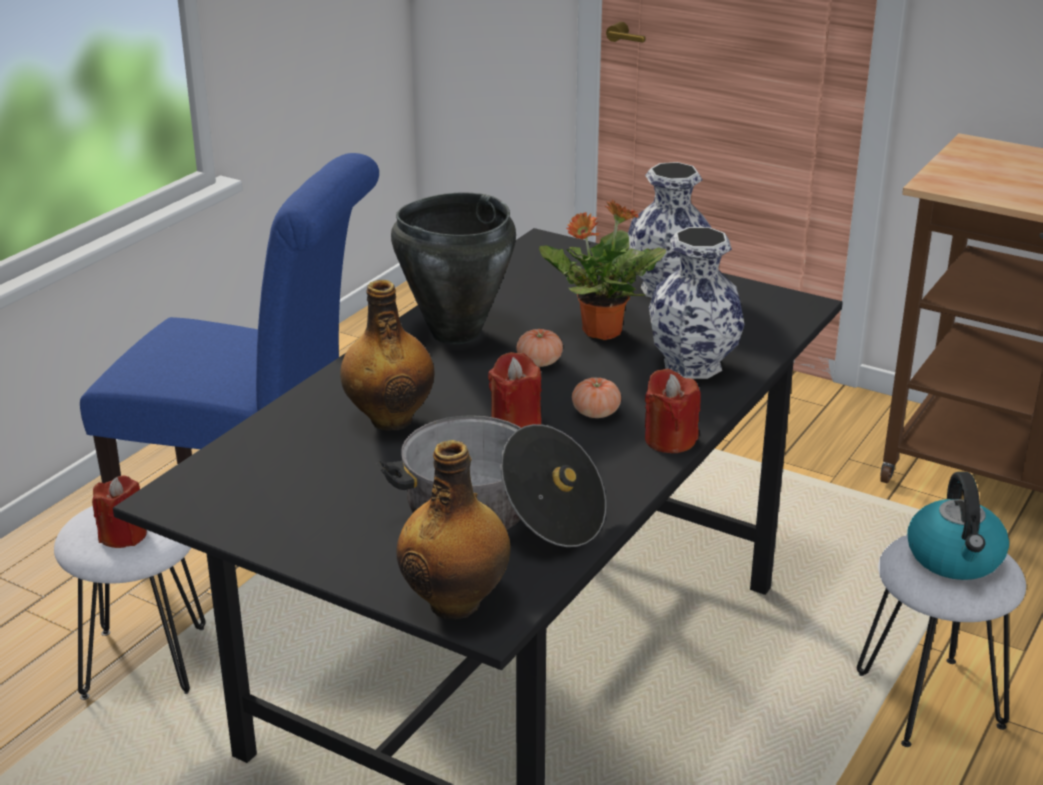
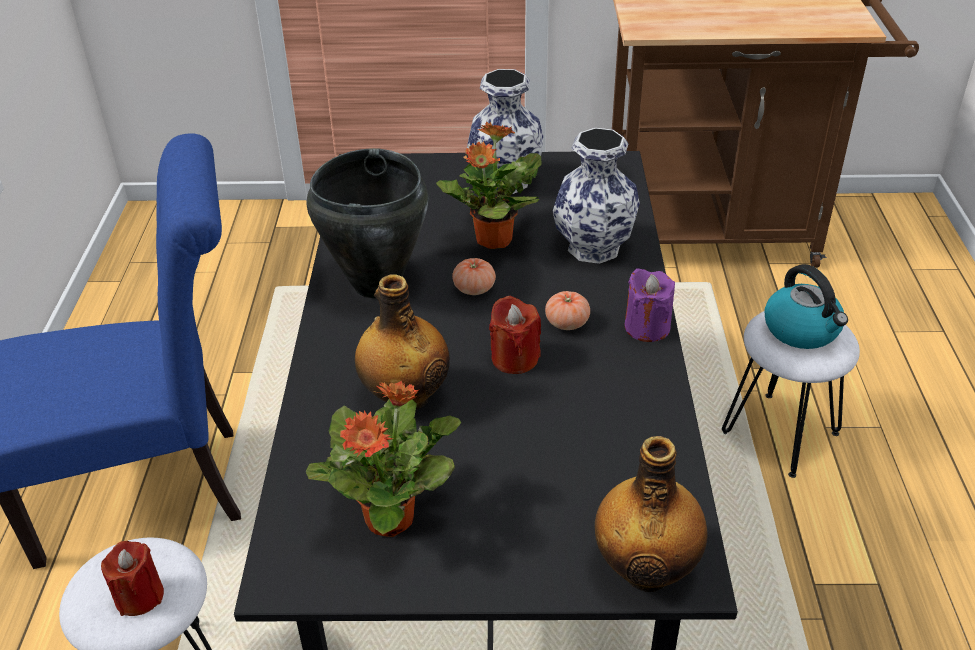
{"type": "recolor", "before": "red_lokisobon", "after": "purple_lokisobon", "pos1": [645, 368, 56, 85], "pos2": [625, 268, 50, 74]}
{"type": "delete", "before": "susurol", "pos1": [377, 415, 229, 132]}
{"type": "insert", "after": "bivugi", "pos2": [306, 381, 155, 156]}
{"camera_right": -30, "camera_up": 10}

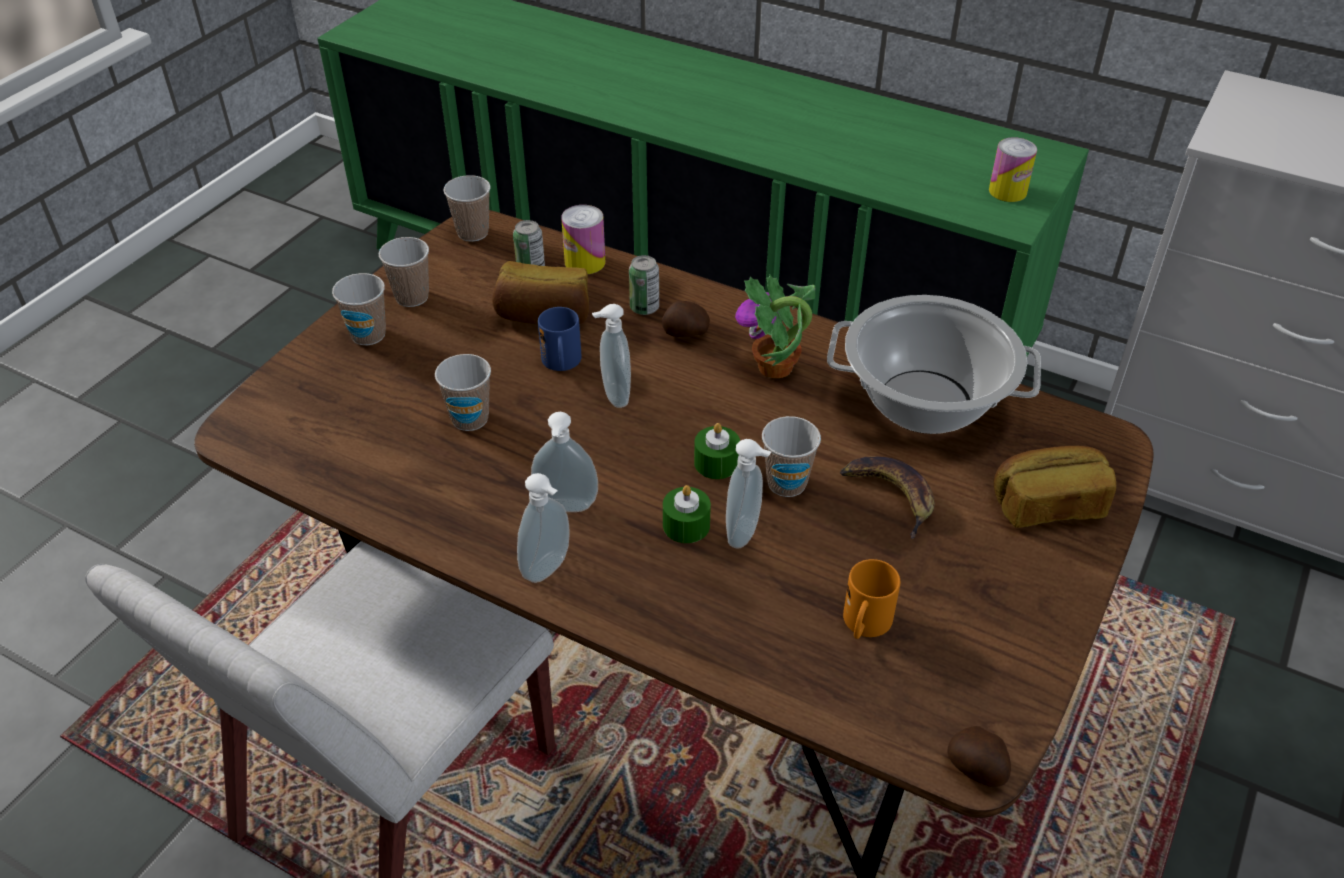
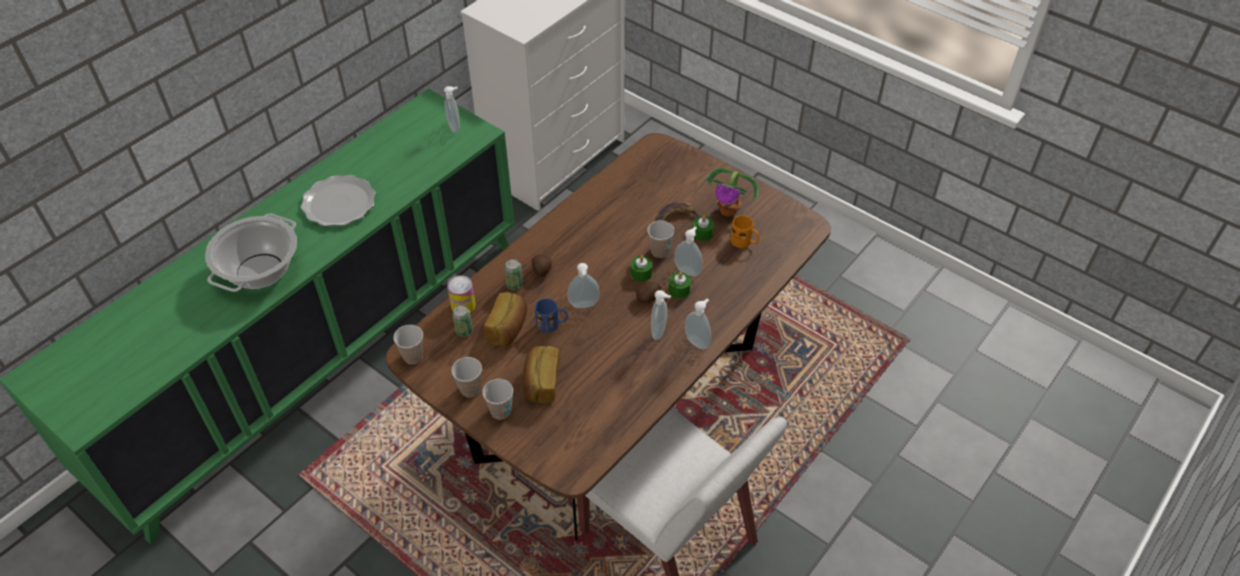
{"type": "replace", "before": "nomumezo", "after": "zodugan", "pos1": [989, 137, 48, 65], "pos2": [444, 86, 16, 47]}
{"type": "move", "before": "bivugi", "pos1": [735, 275, 80, 103], "pos2": [703, 168, 56, 48]}
{"type": "move", "before": "susurol", "pos1": [827, 295, 214, 139], "pos2": [205, 213, 92, 79]}
{"type": "delete", "before": "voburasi", "pos1": [435, 354, 56, 77]}
{"type": "move", "before": "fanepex", "pos1": [994, 446, 122, 82], "pos2": [523, 346, 36, 57]}
{"type": "move", "before": "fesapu", "pos1": [948, 726, 63, 61], "pos2": [636, 282, 25, 21]}
{"type": "insert", "after": "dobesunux", "pos2": [301, 175, 75, 51]}
{"type": "insert", "after": "green_lokisobon", "pos2": [692, 215, 22, 26]}
{"camera_right": -80, "camera_up": 5}

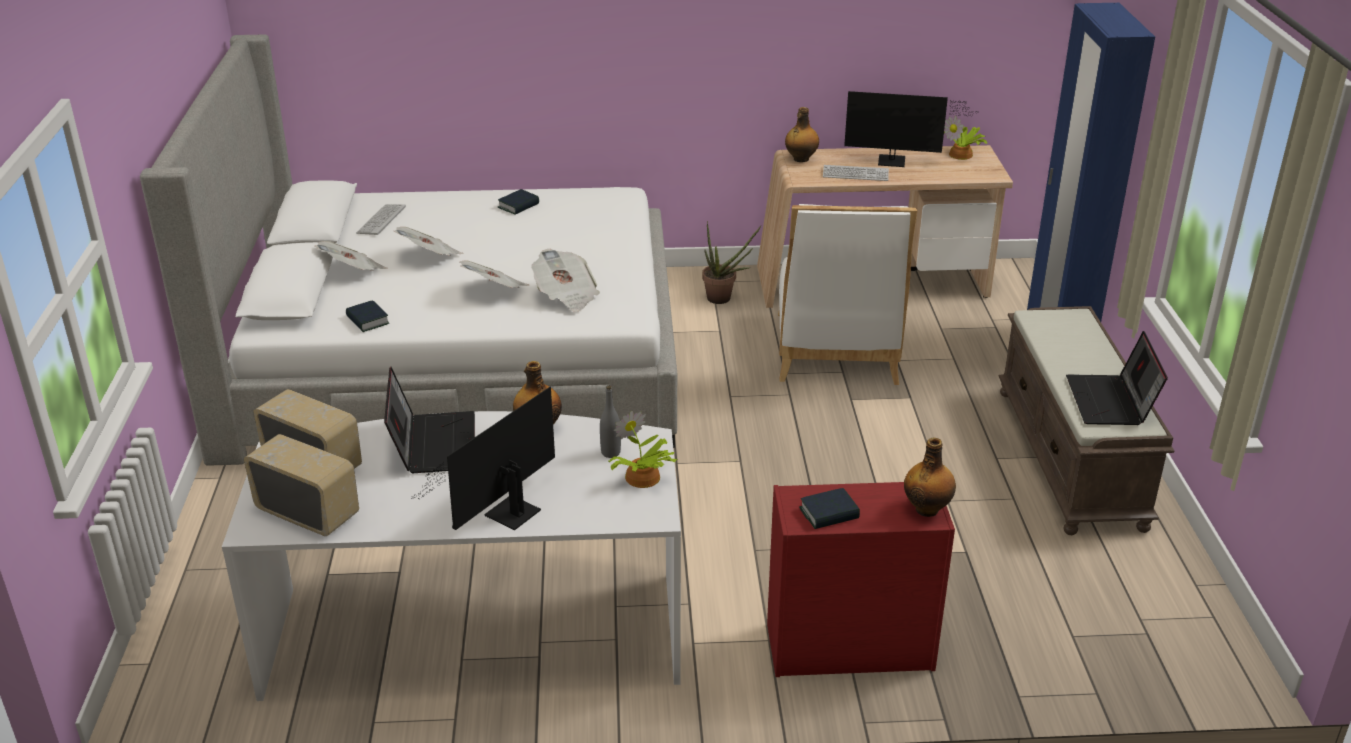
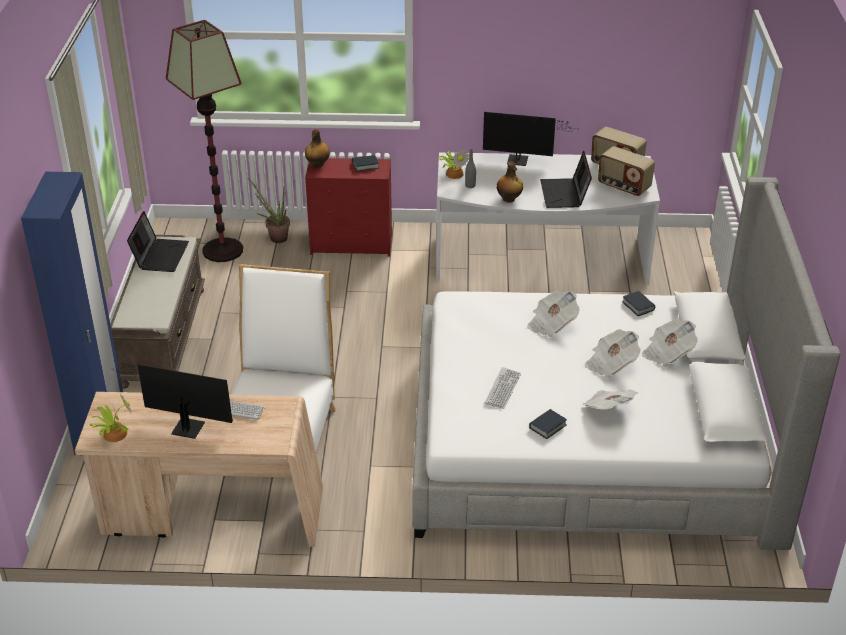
{"type": "delete", "before": "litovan", "pos1": [785, 107, 34, 55]}
{"type": "move", "before": "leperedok", "pos1": [356, 204, 50, 31], "pos2": [485, 367, 36, 42]}
{"type": "move", "before": "bivugi", "pos1": [702, 221, 59, 83], "pos2": [249, 178, 41, 65]}
{"type": "move", "before": "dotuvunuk", "pos1": [531, 249, 69, 63], "pos2": [582, 390, 57, 19]}
{"type": "rotate", "before": "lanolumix", "pos1": [411, 387, 144, 144], "pos2": [483, 112, 95, 54], "turn": 60}
{"type": "insert", "after": "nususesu", "pos2": [166, 20, 77, 242]}
{"camera_right": -175, "camera_up": 5}

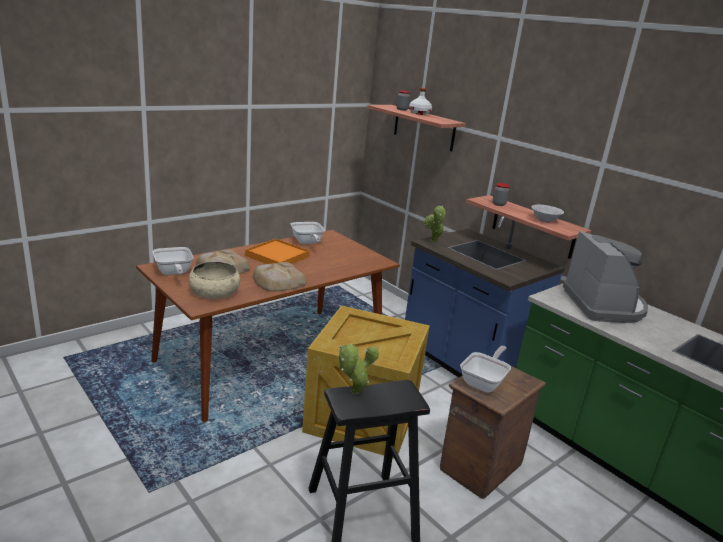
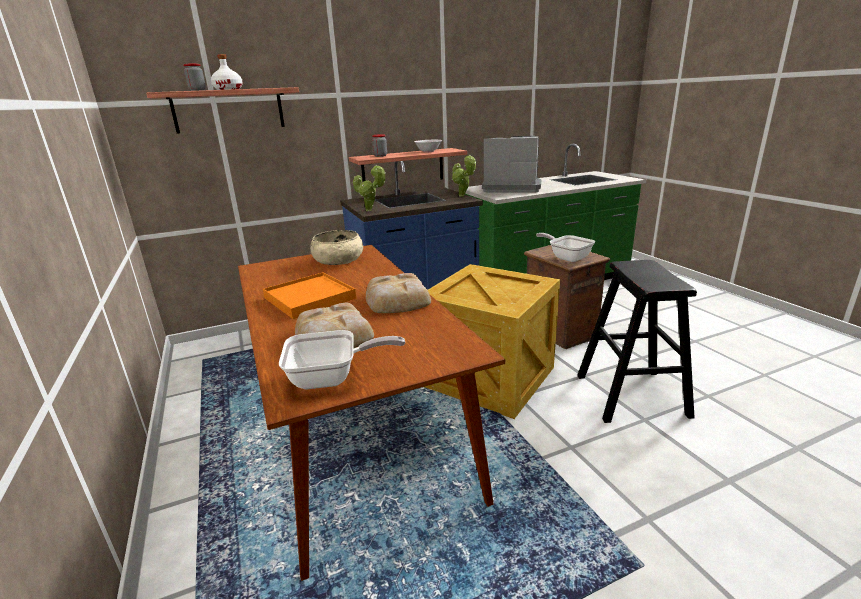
{"type": "delete", "before": "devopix", "pos1": [291, 222, 34, 22]}
{"type": "move", "before": "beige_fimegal", "pos1": [189, 262, 51, 37], "pos2": [310, 230, 53, 35]}
{"type": "move", "before": "bivugi", "pos1": [339, 344, 40, 50], "pos2": [452, 155, 24, 42]}
{"camera_right": -70, "camera_up": 0}

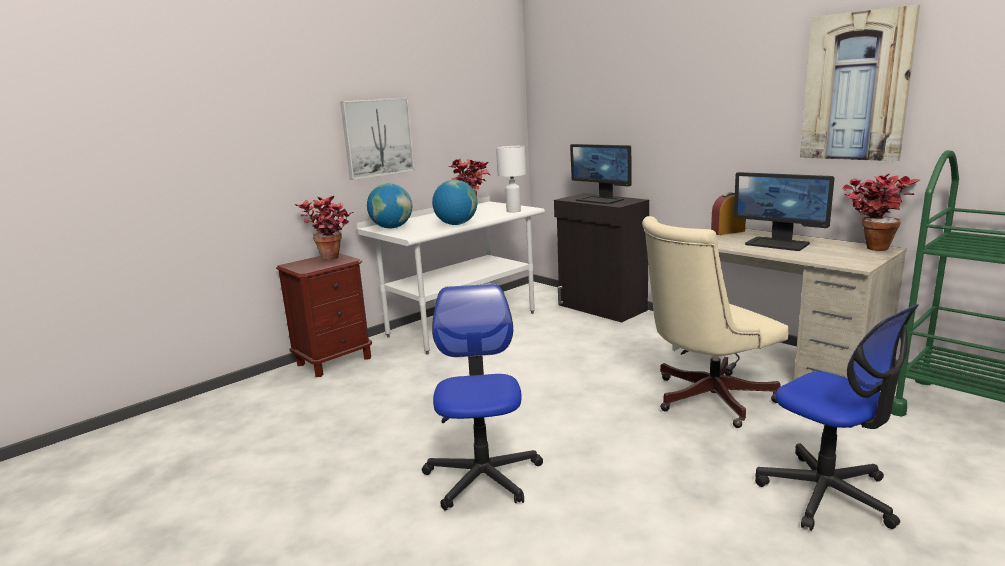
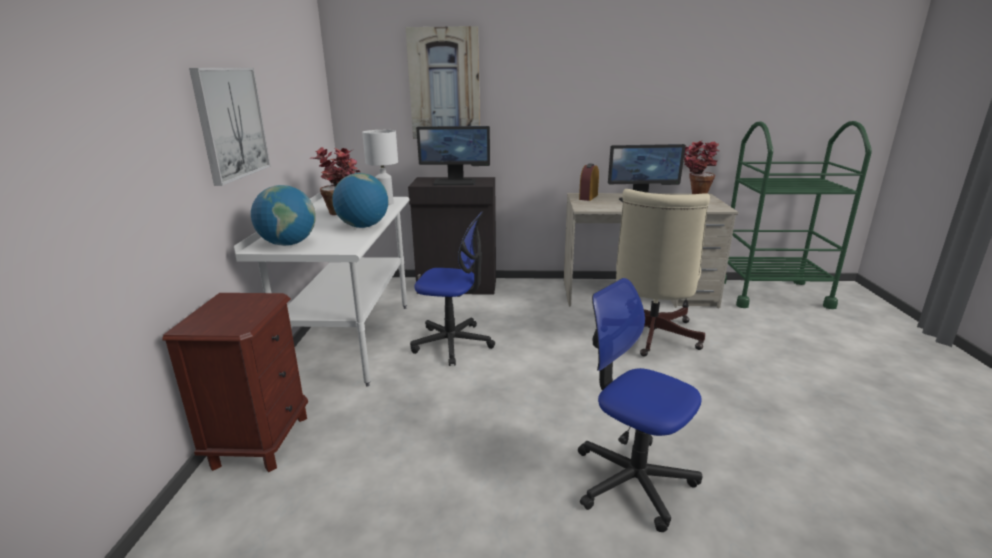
{"type": "move", "before": "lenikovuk", "pos1": [800, 5, 120, 156], "pos2": [406, 26, 74, 113]}
{"type": "delete", "before": "bivugi", "pos1": [295, 196, 59, 64]}
{"type": "move", "before": "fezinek", "pos1": [755, 304, 164, 227], "pos2": [410, 211, 85, 155]}
{"camera_right": -45, "camera_up": 5}

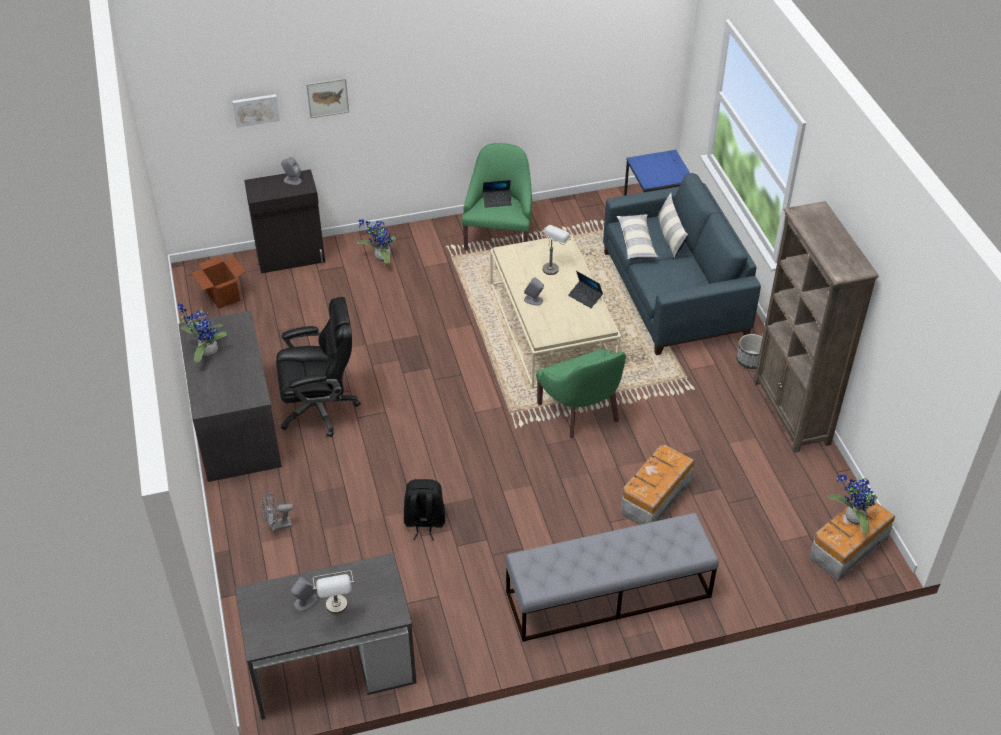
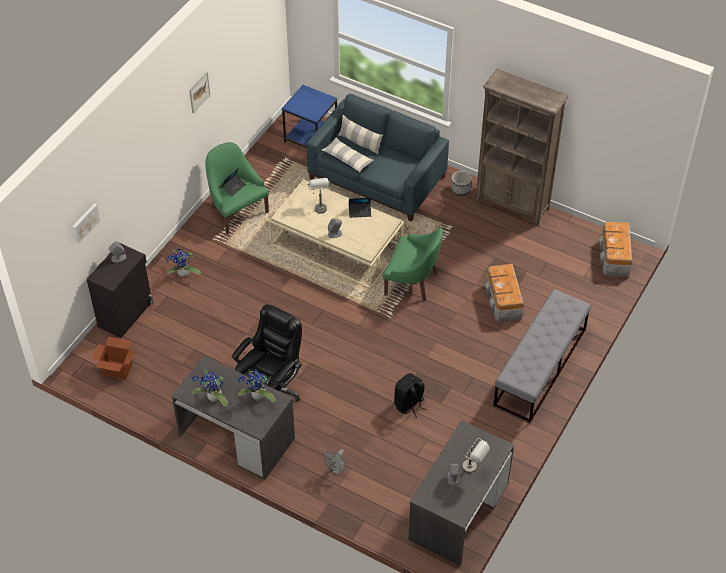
{"type": "move", "before": "lenikovuk", "pos1": [306, 78, 43, 40], "pos2": [189, 72, 21, 41]}
{"type": "move", "before": "bivugi", "pos1": [828, 474, 49, 60], "pos2": [237, 369, 39, 33]}
{"camera_right": -45, "camera_up": 5}

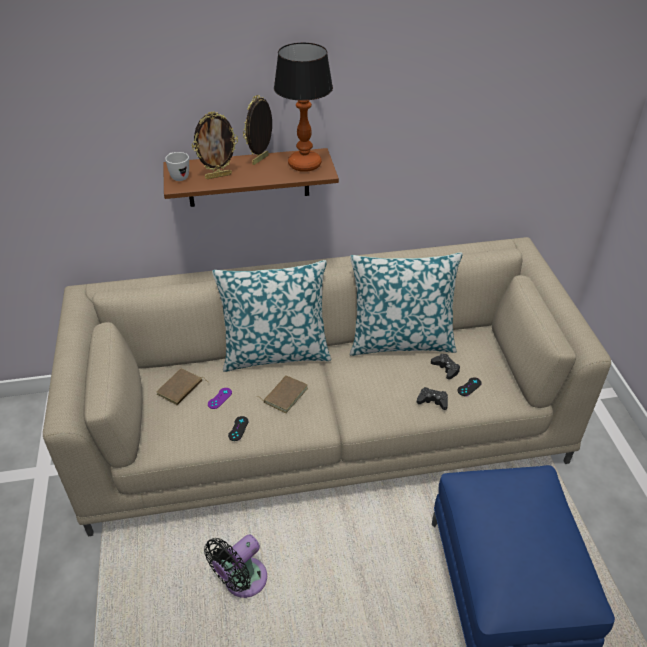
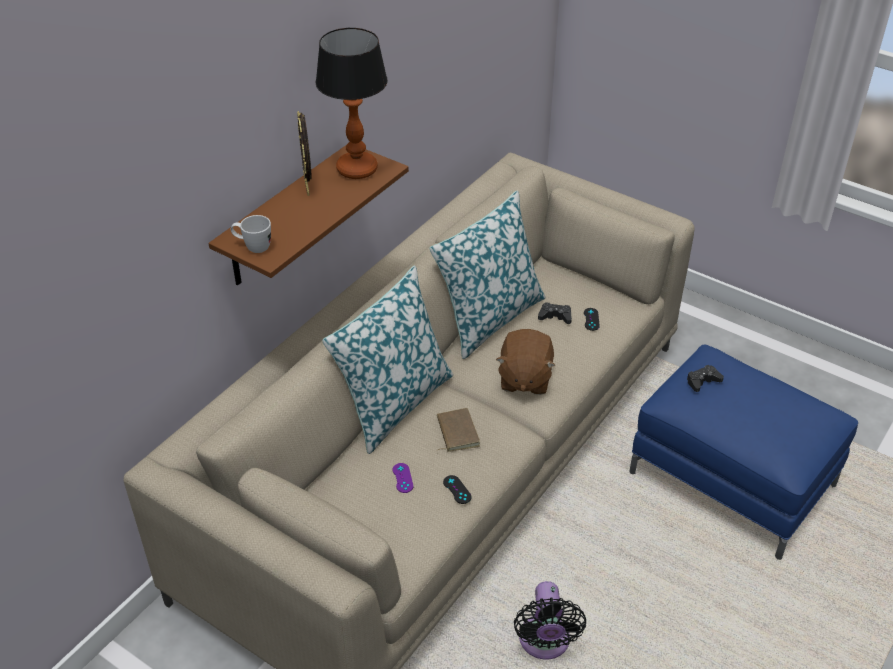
{"type": "delete", "before": "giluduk", "pos1": [192, 111, 46, 68]}
{"type": "delete", "before": "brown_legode", "pos1": [156, 368, 52, 37]}
{"type": "move", "before": "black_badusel", "pos1": [417, 387, 31, 23], "pos2": [687, 365, 37, 27]}
{"type": "insert", "after": "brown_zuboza", "pos2": [496, 329, 60, 66]}
{"camera_right": -45, "camera_up": 0}

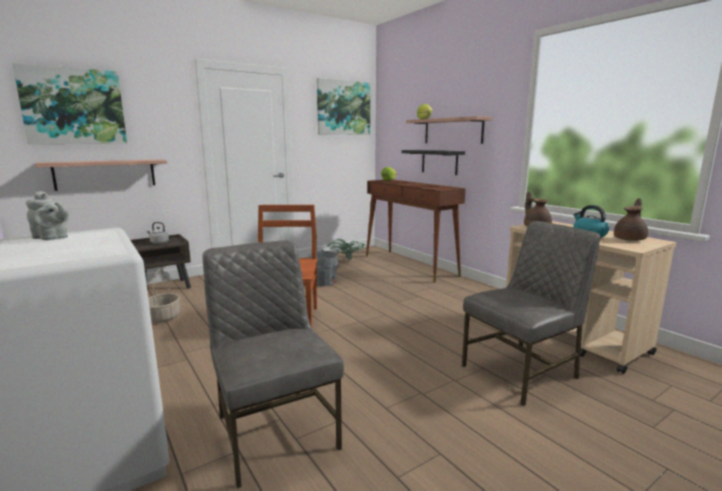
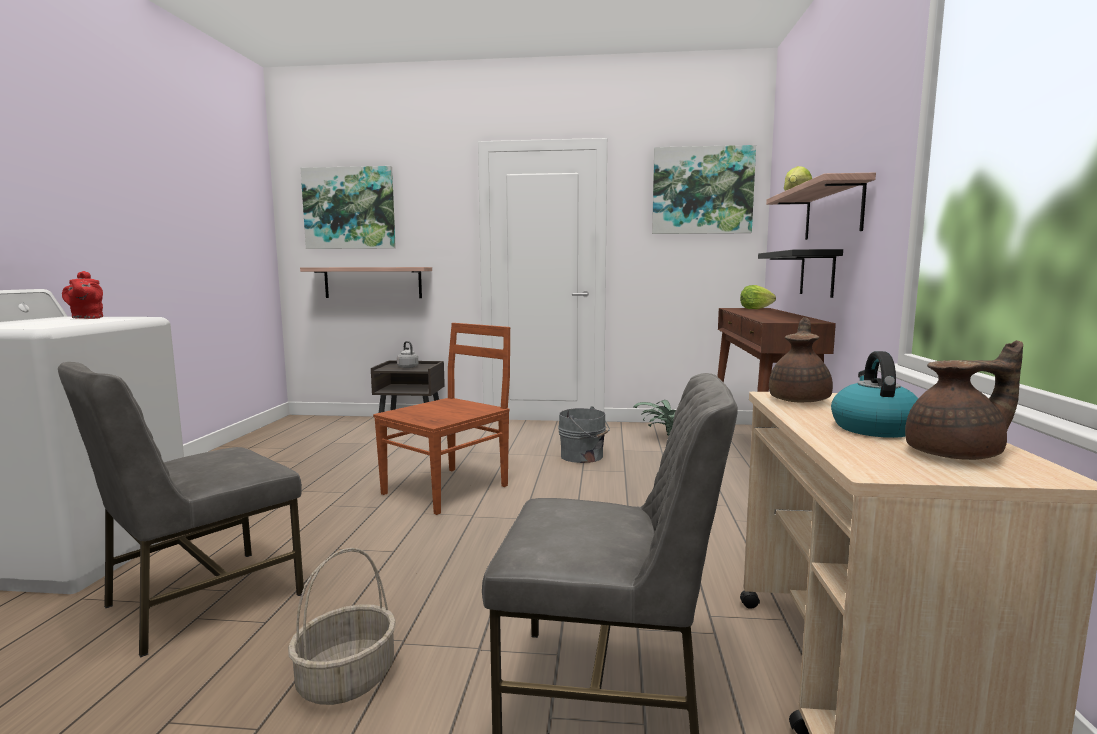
{"type": "recolor", "before": "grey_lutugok", "after": "red_lutugok", "pos1": [26, 191, 43, 49], "pos2": [62, 271, 41, 48]}
{"type": "rotate", "before": "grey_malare", "pos1": [202, 240, 142, 249], "pos2": [58, 362, 246, 295], "turn": -150}
{"type": "move", "before": "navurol", "pos1": [148, 269, 32, 54], "pos2": [288, 548, 108, 157]}
{"camera_right": 40, "camera_up": -5}

